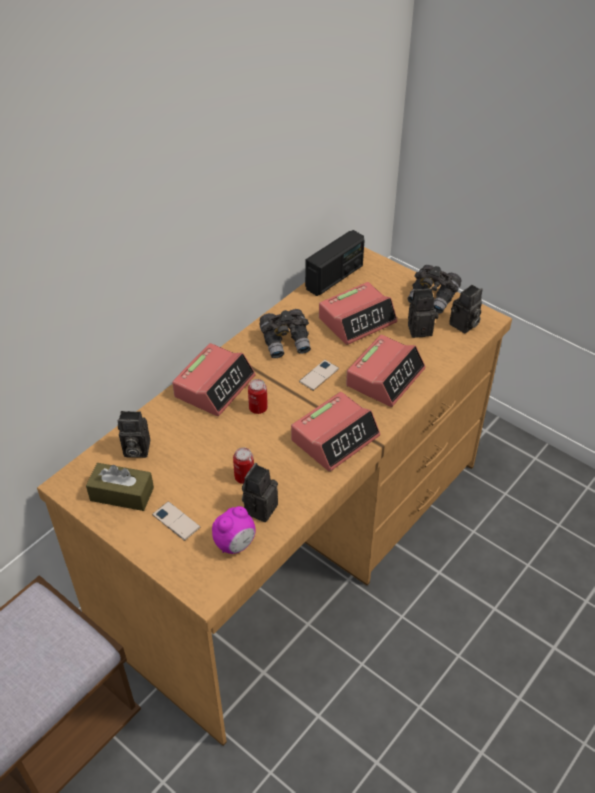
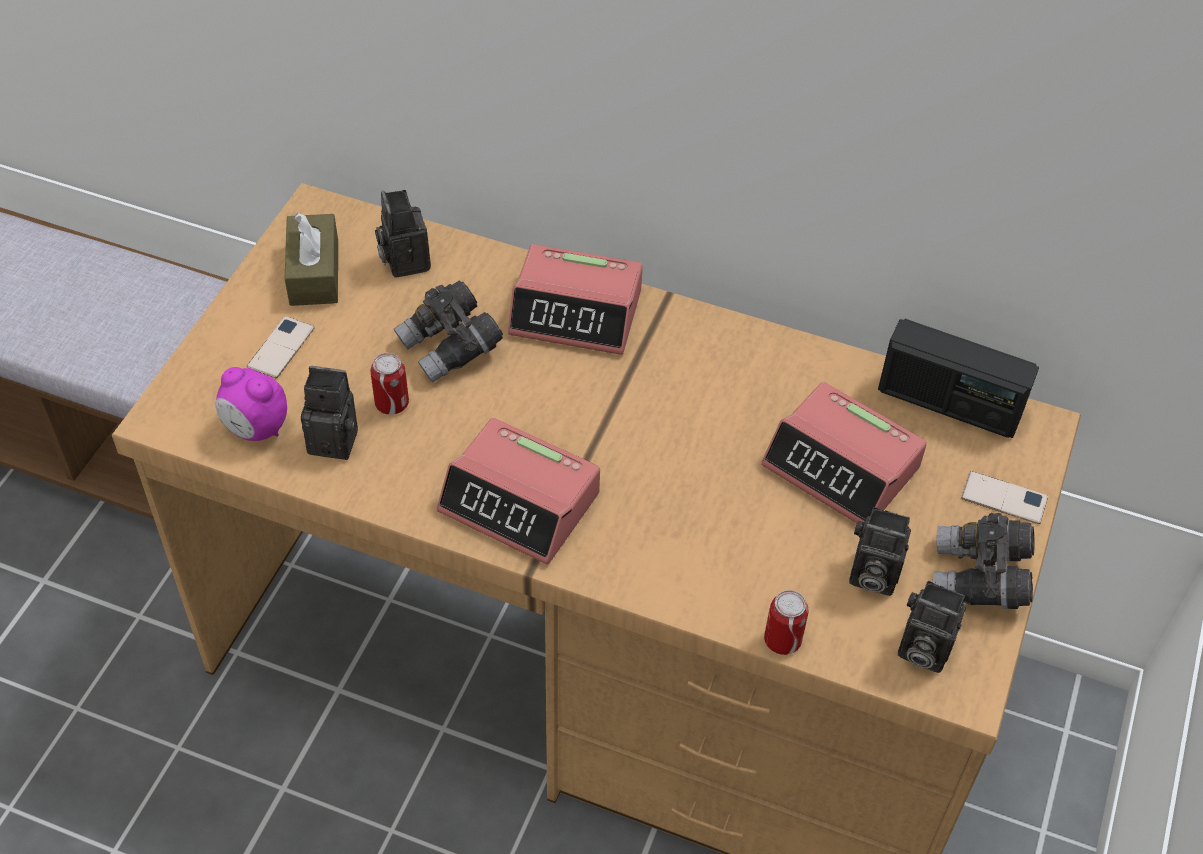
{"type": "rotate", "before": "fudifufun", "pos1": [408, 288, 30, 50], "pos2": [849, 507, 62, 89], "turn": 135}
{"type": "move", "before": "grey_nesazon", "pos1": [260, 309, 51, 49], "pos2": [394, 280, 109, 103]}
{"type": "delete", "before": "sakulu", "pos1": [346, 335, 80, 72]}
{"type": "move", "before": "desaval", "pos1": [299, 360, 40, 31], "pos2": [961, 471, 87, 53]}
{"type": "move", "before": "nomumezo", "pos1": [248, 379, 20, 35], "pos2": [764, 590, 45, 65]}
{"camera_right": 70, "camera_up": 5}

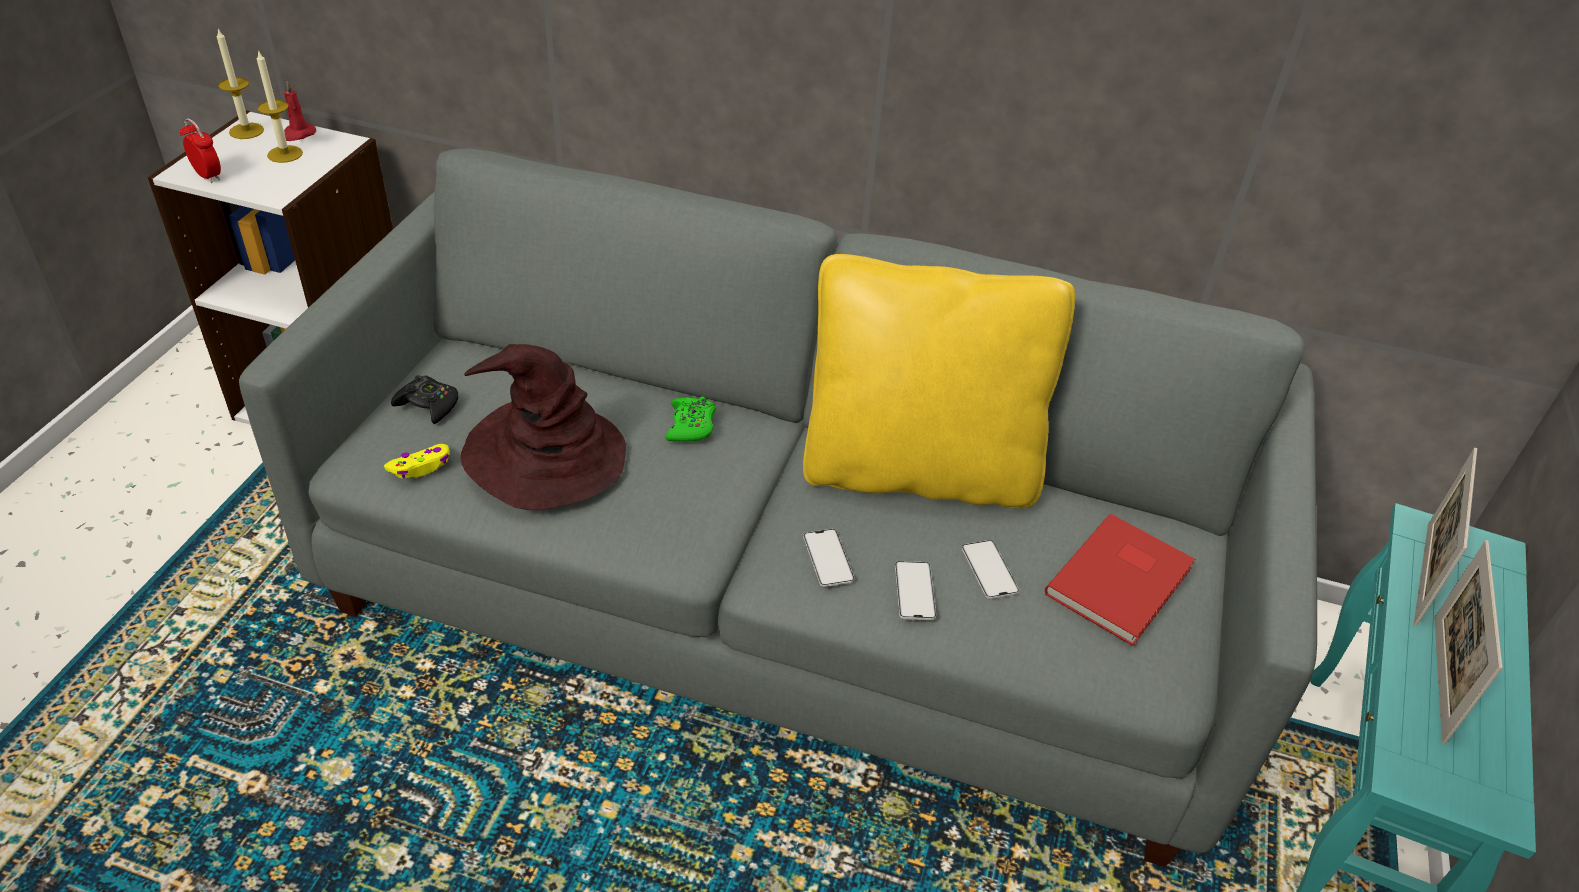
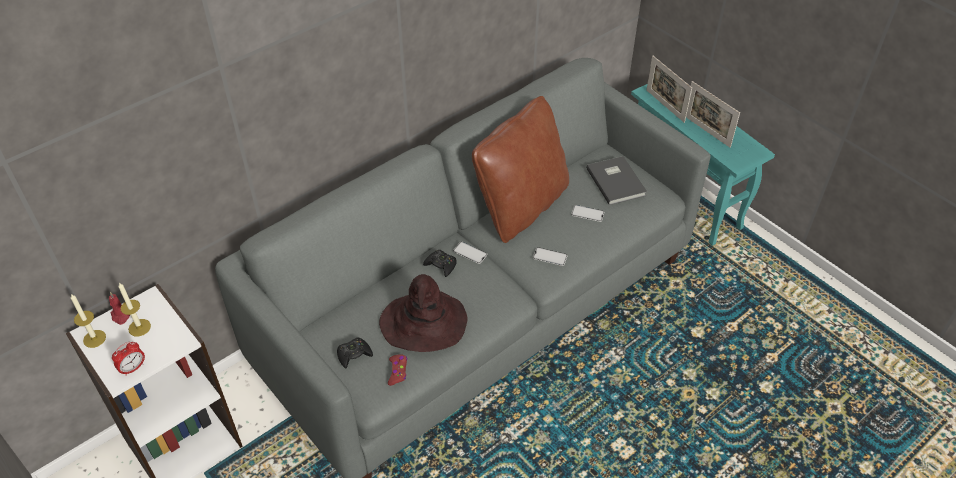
{"type": "rotate", "before": "sakulu", "pos1": [180, 118, 41, 65], "pos2": [112, 342, 33, 34], "turn": 150}
{"type": "recolor", "before": "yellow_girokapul", "after": "brown_girokapul", "pos1": [803, 254, 272, 254], "pos2": [472, 96, 97, 147]}
{"type": "recolor", "before": "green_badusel", "after": "black_badusel", "pos1": [665, 397, 51, 45], "pos2": [423, 250, 34, 27]}
{"type": "recolor", "before": "yellow_badusel", "after": "red_badusel", "pos1": [384, 444, 66, 35], "pos2": [388, 355, 19, 31]}
{"type": "recolor", "before": "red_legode", "after": "grey_legode", "pos1": [1045, 513, 150, 133], "pos2": [586, 156, 61, 49]}
{"type": "move", "before": "desaval", "pos1": [895, 561, 41, 59], "pos2": [453, 242, 34, 22]}
{"camera_right": -55, "camera_up": 5}

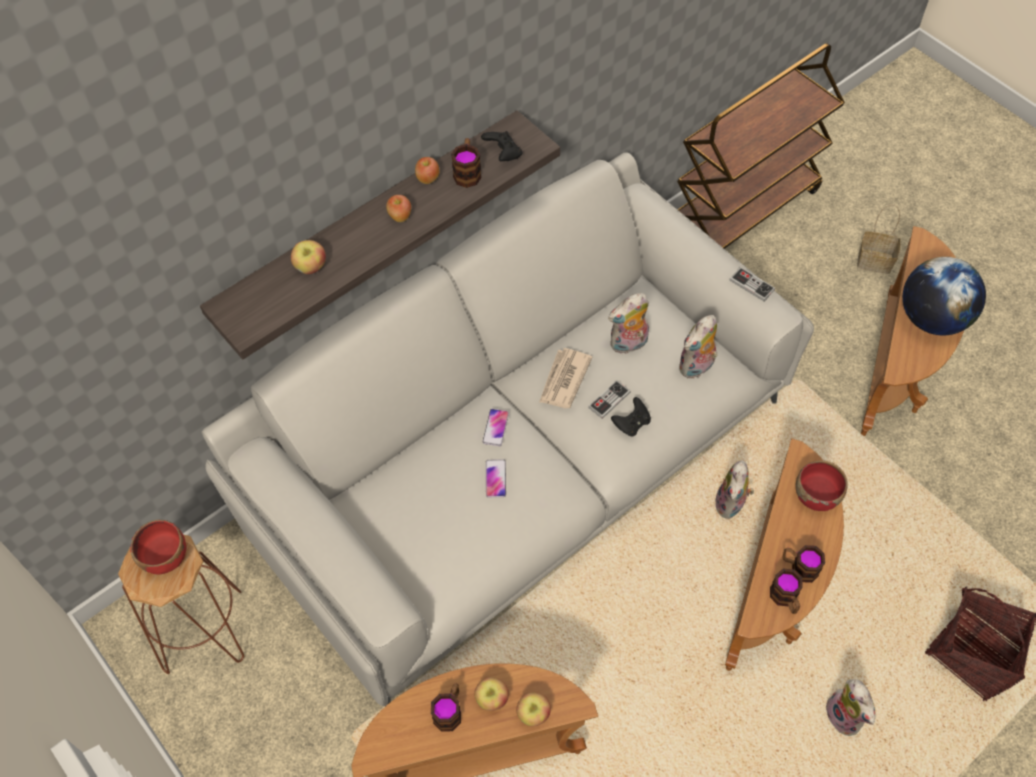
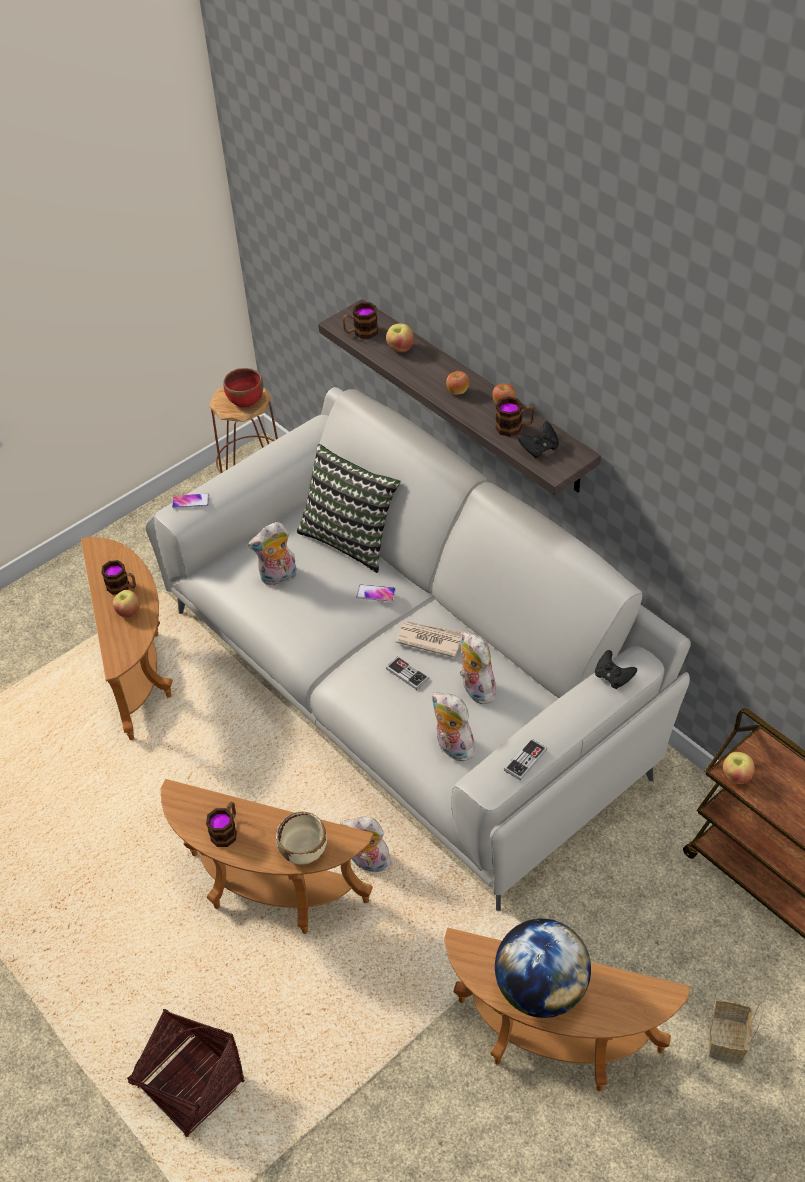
{"type": "move", "before": "black_badusel", "pos1": [611, 397, 40, 40], "pos2": [595, 650, 42, 39]}
{"type": "move", "before": "desaval", "pos1": [486, 459, 20, 38], "pos2": [172, 493, 37, 15]}
{"type": "recolor", "before": "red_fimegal", "after": "beige_fimegal", "pos1": [796, 460, 52, 51], "pos2": [276, 811, 51, 54]}
{"type": "move", "before": "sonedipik", "pos1": [770, 569, 33, 45], "pos2": [342, 302, 36, 37]}
{"type": "move", "before": "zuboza", "pos1": [823, 679, 52, 57], "pos2": [248, 522, 49, 64]}
{"type": "move", "before": "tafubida", "pos1": [516, 692, 35, 34], "pos2": [723, 752, 32, 32]}
{"type": "insert", "after": "girokapul", "pos2": [297, 444, 104, 129]}
{"camera_right": 90, "camera_up": -10}

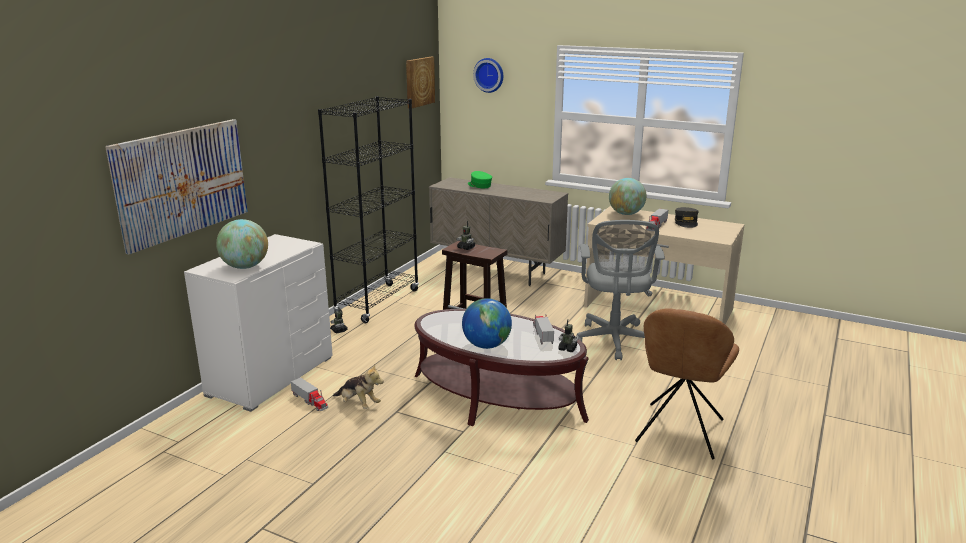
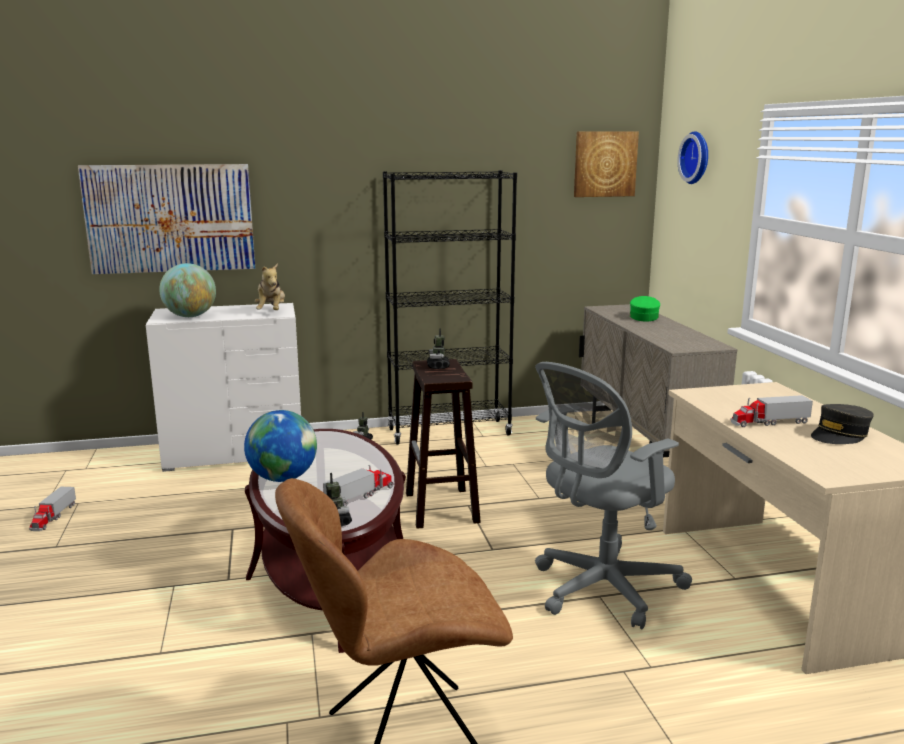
{"type": "delete", "before": "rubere", "pos1": [609, 178, 37, 37]}
{"type": "move", "before": "zuboza", "pos1": [333, 365, 51, 44], "pos2": [255, 263, 30, 47]}
{"type": "move", "before": "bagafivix", "pos1": [291, 377, 37, 34], "pos2": [29, 487, 47, 44]}
{"camera_right": 50, "camera_up": -5}

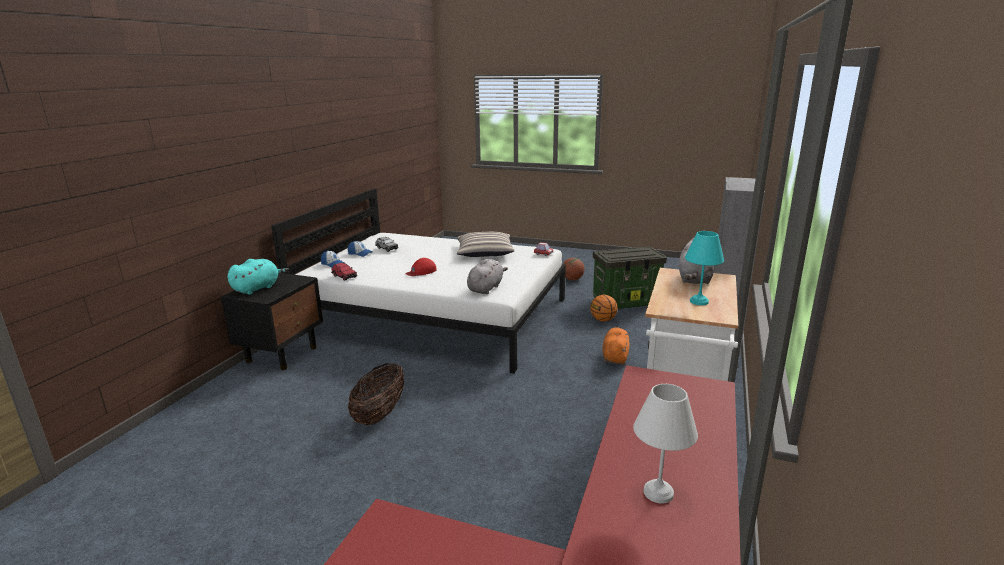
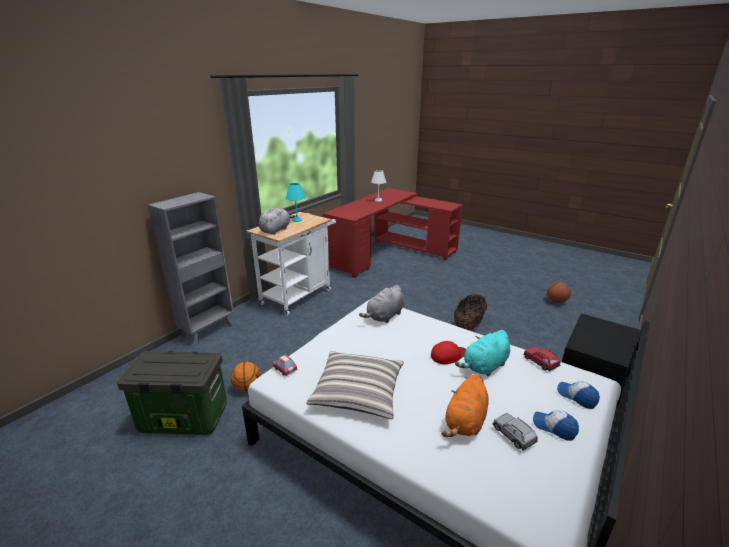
{"type": "move", "before": "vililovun", "pos1": [563, 258, 22, 22], "pos2": [547, 282, 24, 21]}
{"type": "move", "before": "turquoise_zuboza", "pos1": [227, 259, 62, 36], "pos2": [455, 330, 55, 46]}
{"type": "move", "before": "orange_zuboza", "pos1": [602, 328, 28, 36], "pos2": [441, 374, 48, 63]}
{"camera_right": -165, "camera_up": 5}

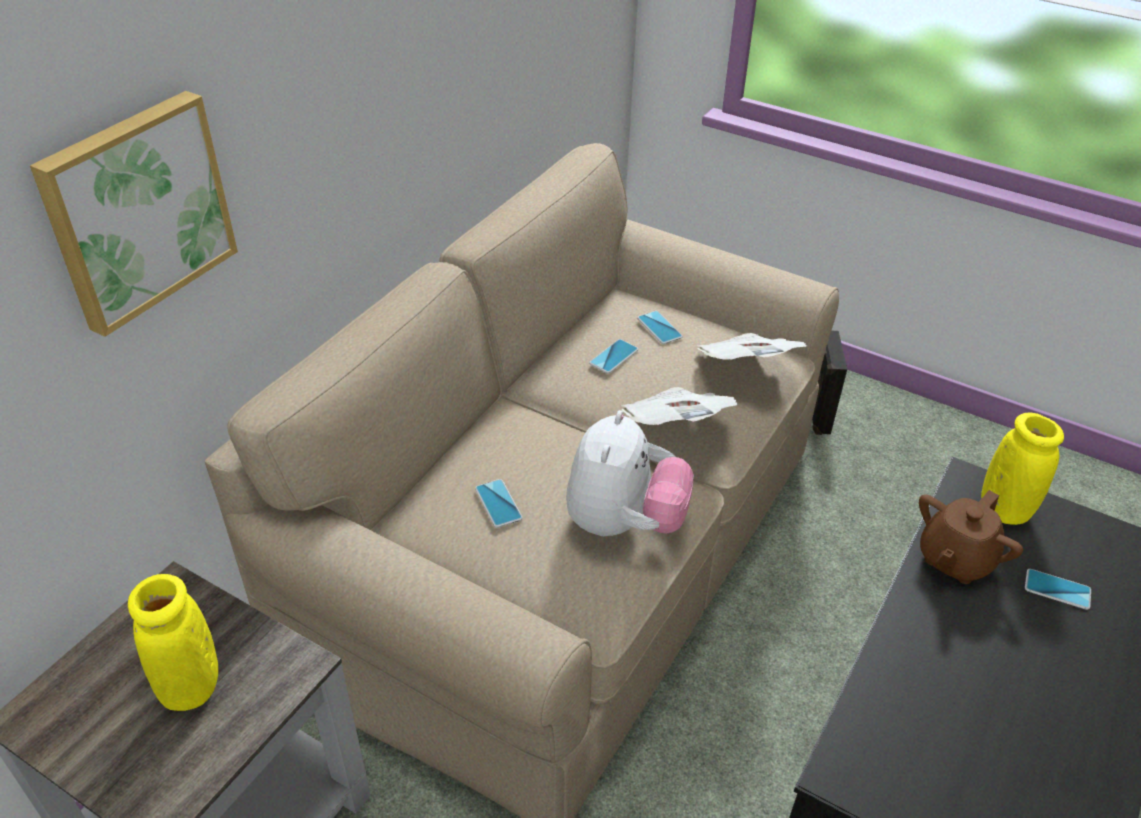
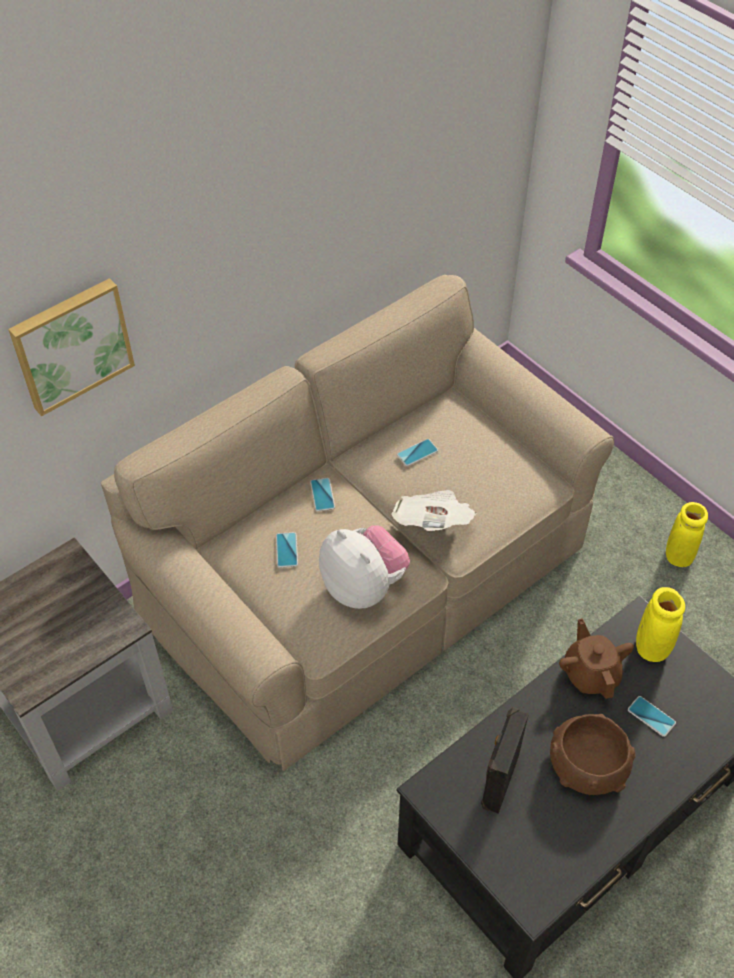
{"type": "move", "before": "desaval", "pos1": [637, 311, 46, 33], "pos2": [310, 478, 25, 34]}
{"type": "move", "before": "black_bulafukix", "pos1": [812, 331, 35, 104], "pos2": [481, 707, 48, 107]}
{"type": "delete", "before": "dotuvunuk", "pos1": [698, 333, 109, 27]}
{"type": "rotate", "before": "zuboza", "pos1": [566, 410, 128, 126], "pos2": [319, 526, 91, 83], "turn": -75}
{"type": "rotate", "before": "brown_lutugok", "pos1": [919, 490, 104, 94], "pos2": [559, 618, 75, 81], "turn": 105}
{"type": "move", "before": "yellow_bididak", "pos1": [128, 574, 90, 137], "pos2": [666, 502, 42, 65]}
{"type": "insert", "after": "brown_fimegal", "pos2": [550, 714, 86, 81]}
{"camera_right": 20, "camera_up": 10}

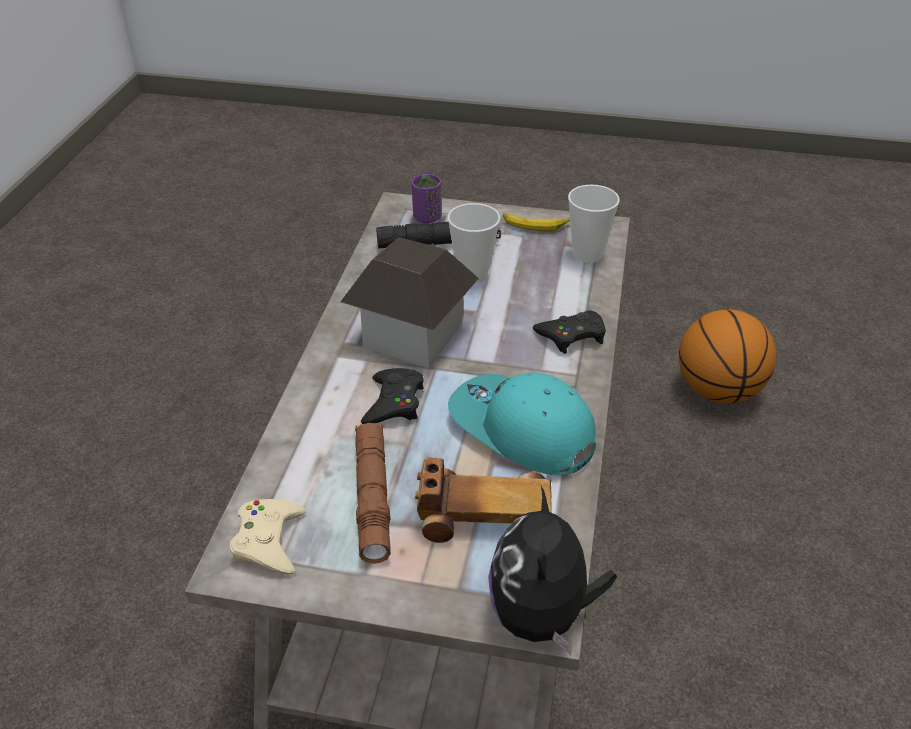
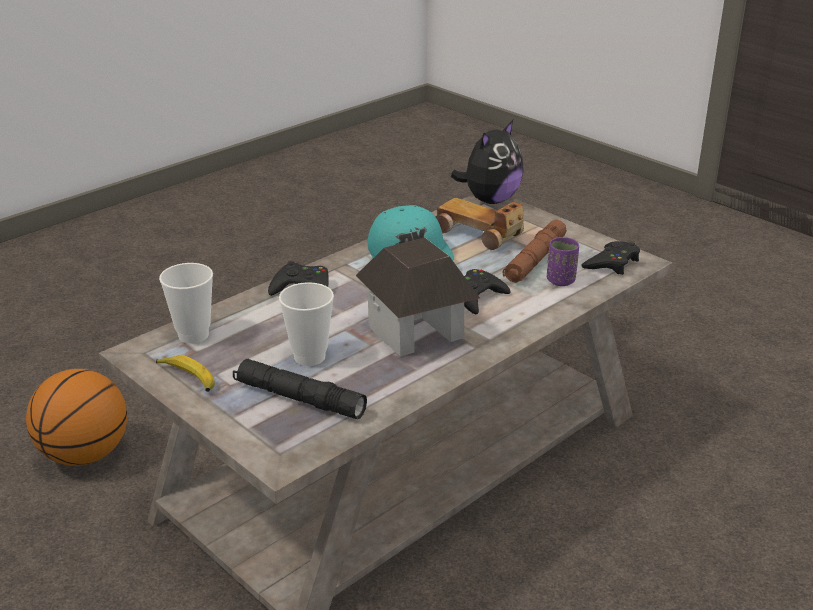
{"type": "move", "before": "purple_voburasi", "pos1": [412, 174, 30, 49], "pos2": [547, 237, 32, 49]}
{"type": "recolor", "before": "beige_badusel", "after": "black_badusel", "pos1": [230, 499, 76, 76], "pos2": [581, 241, 59, 34]}
{"camera_right": -145, "camera_up": -10}

